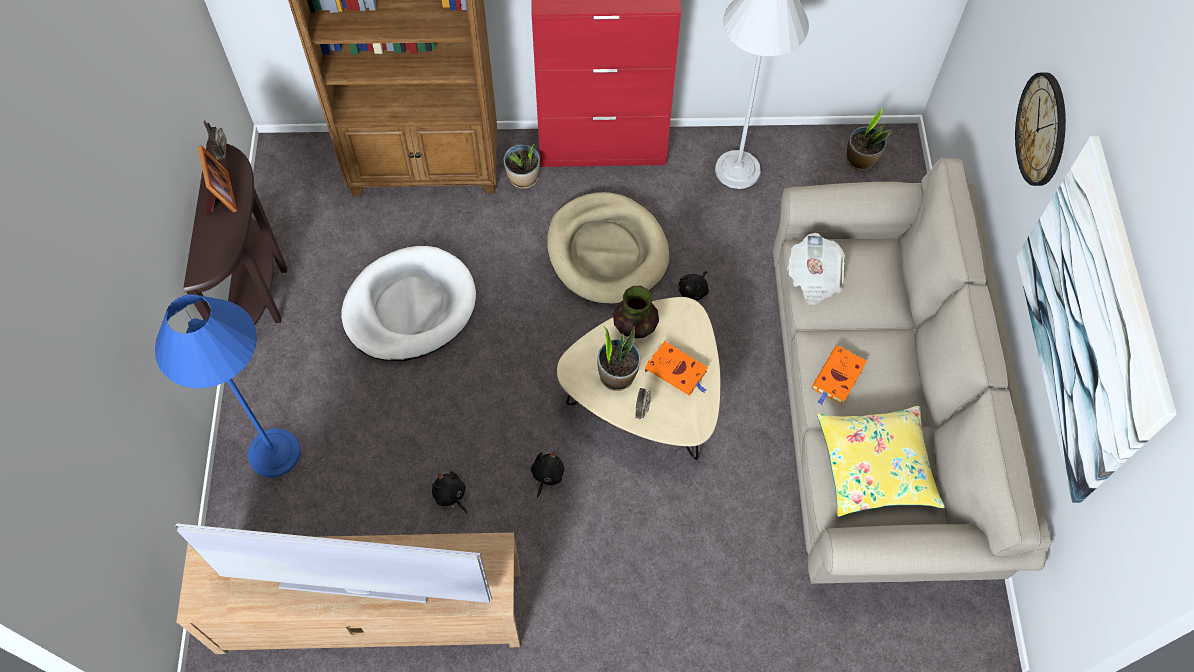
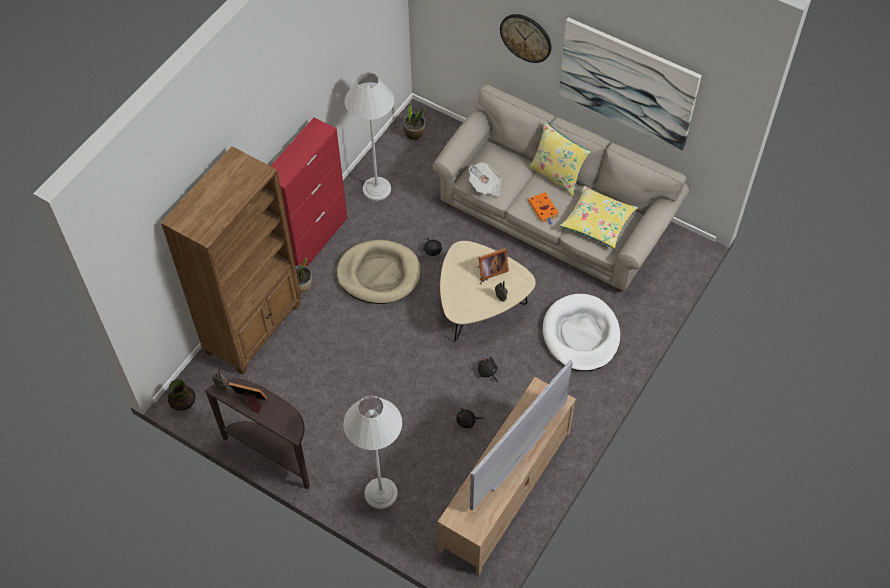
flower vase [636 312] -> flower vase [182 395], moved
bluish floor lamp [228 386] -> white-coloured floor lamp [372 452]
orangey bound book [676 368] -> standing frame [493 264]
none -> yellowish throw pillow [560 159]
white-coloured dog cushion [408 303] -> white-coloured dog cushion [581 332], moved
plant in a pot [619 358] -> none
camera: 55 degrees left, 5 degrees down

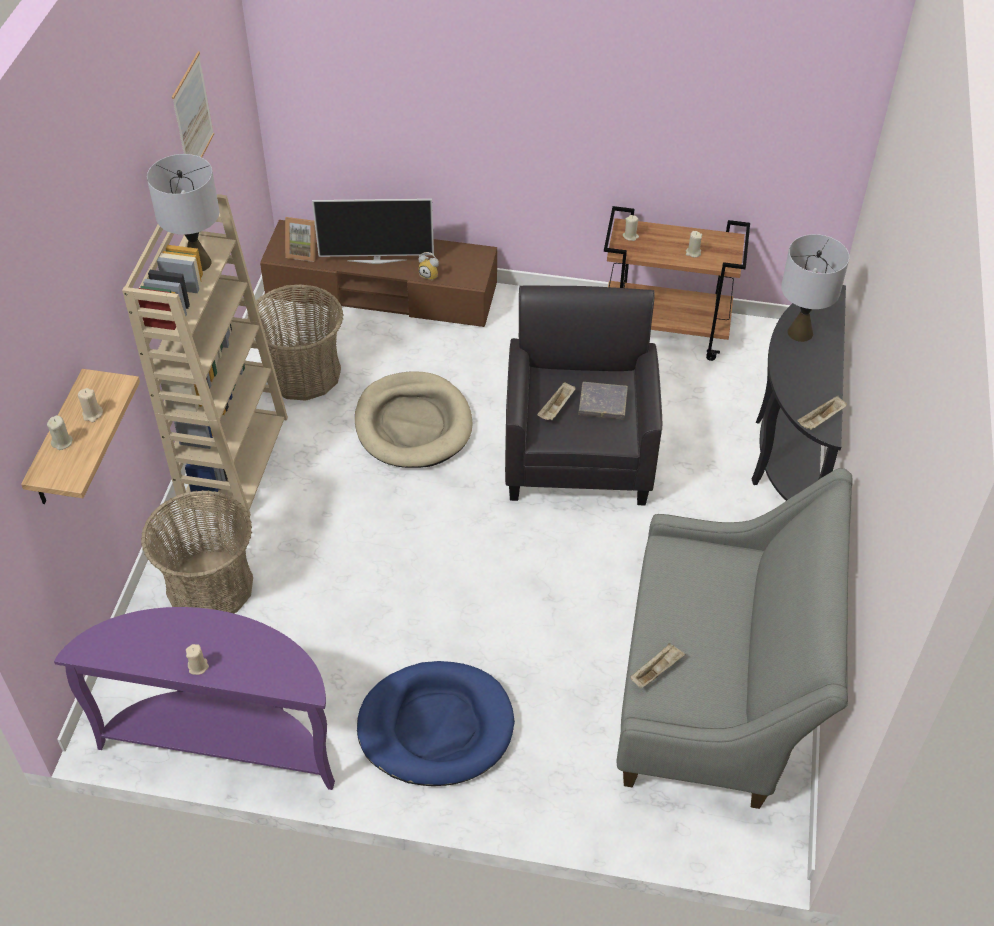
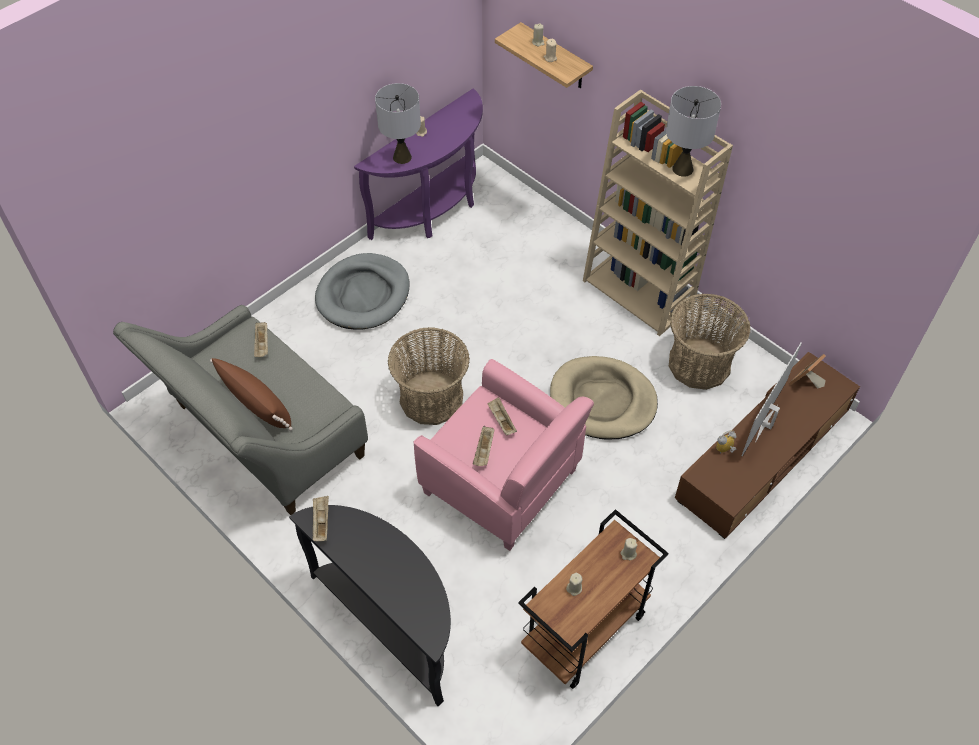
none -> brown throw pillow [251 394]
bluish dog cushion [436 723] -> grey dog cushion [362 291]
grey lamp for a table [815 288] -> grey lamp for a table [398 123], moved
storage basket [197 551] -> storage basket [429 376], moved
black armchair [583 396] -> pink armchair [504 455]
grey bound book [603 401] -> beige-coloured serving tray [484 446]
wall picture [193 104] -> none
camera: 125 degrees right, 5 degrees up

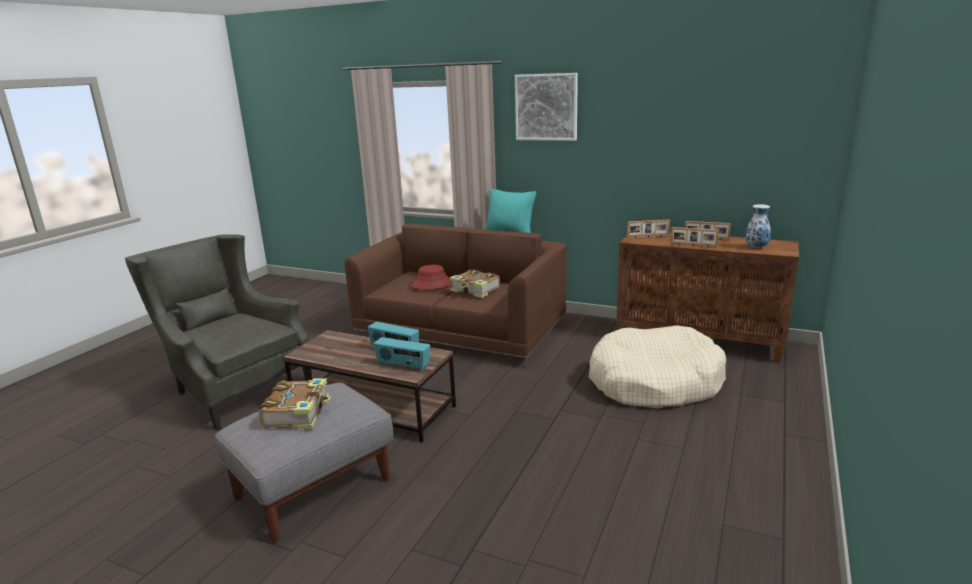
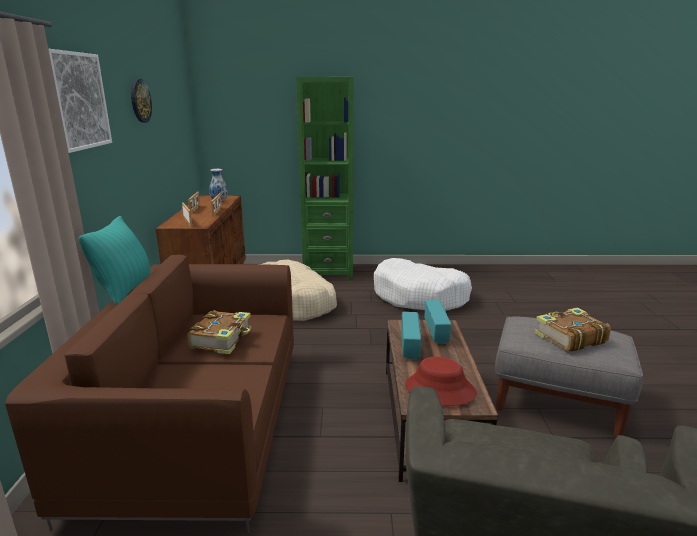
none -> clock on the wall [141 101]
none -> green-coloured bookcase [325 178]
none -> white-coloured dog cushion [423 284]
reddish clothing hat [431 277] -> reddish clothing hat [441 381], moved
camera: 115 degrees left, 0 degrees up

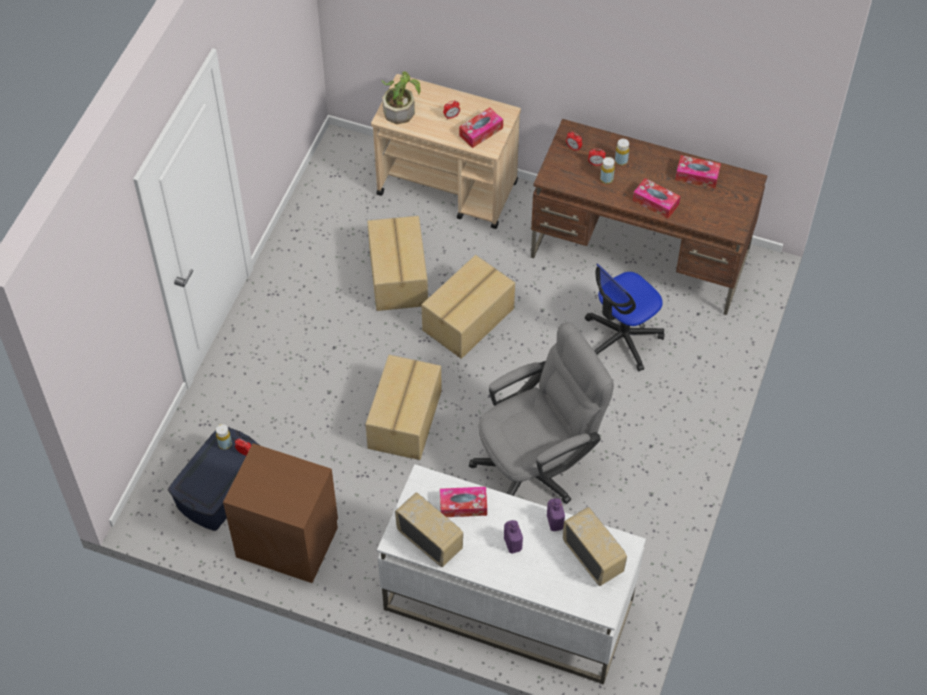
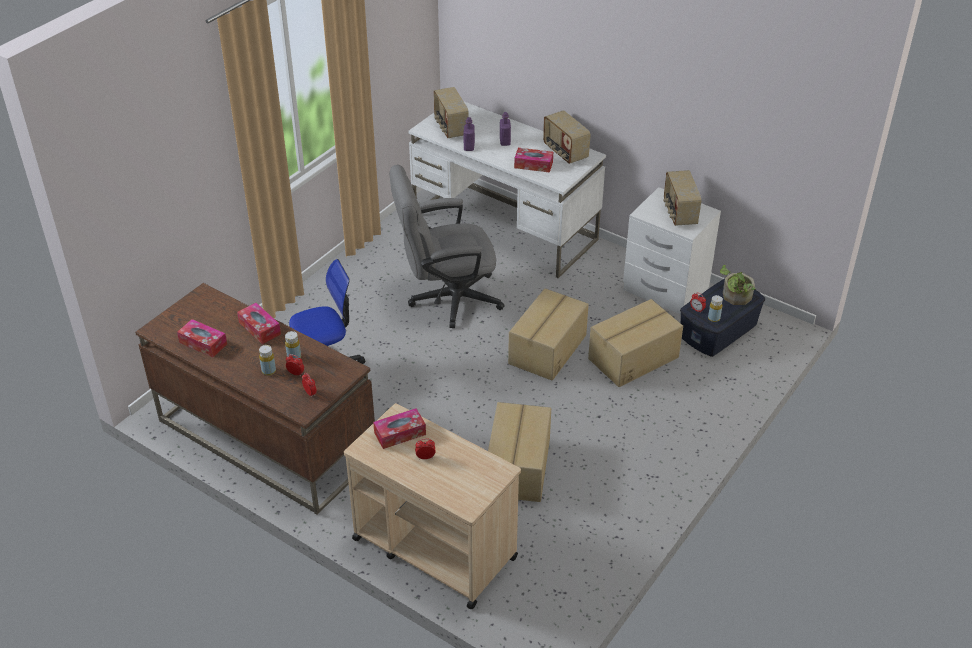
carton [468 307] -> carton [635 343], moved
brown night table [280 513] -> white-coloured night table [672 251]
none -> radio receiver [682 198]
plant in a pot [400 97] -> plant in a pot [737 285], moved
camera: 165 degrees left, 15 degrees down

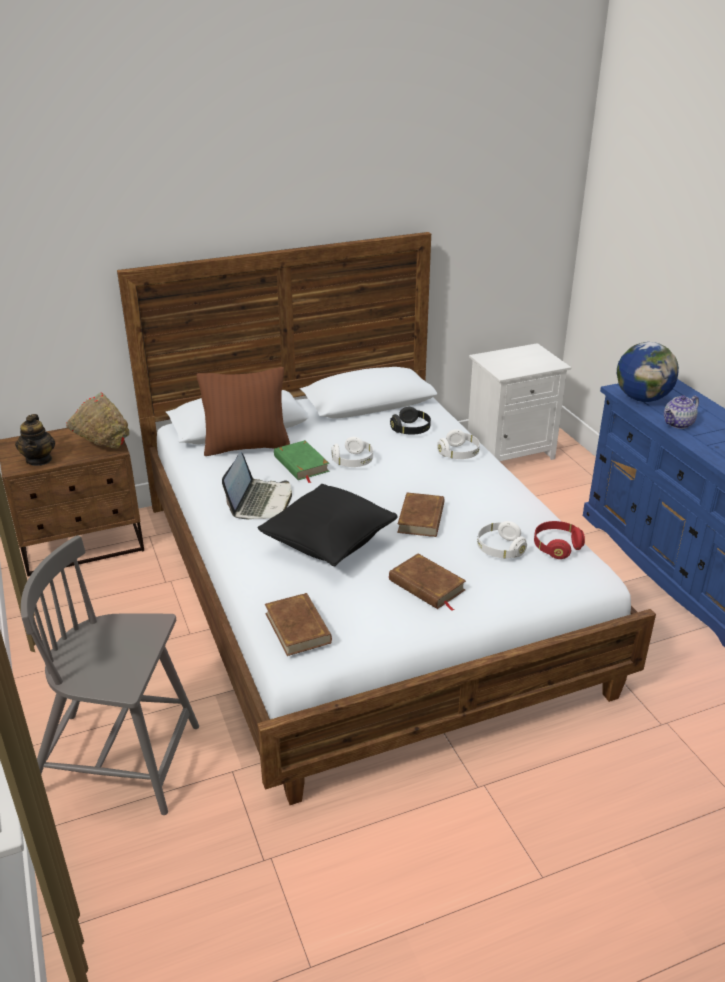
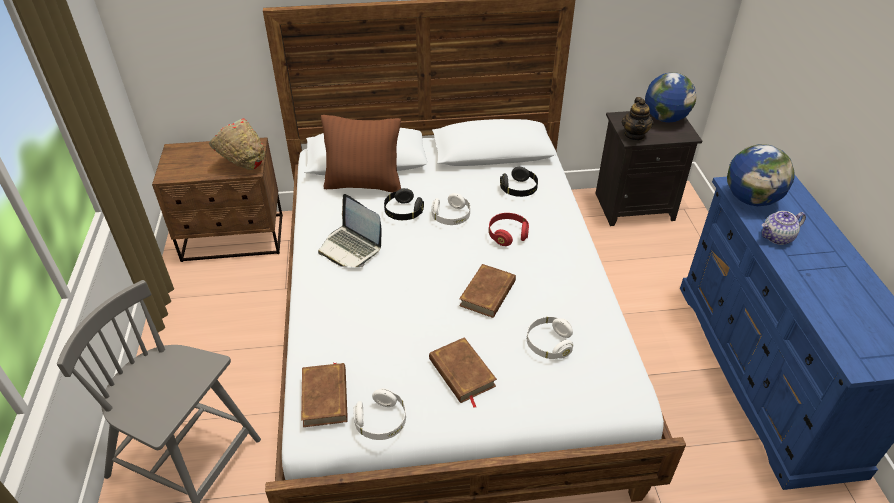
notebook computer [257 485] -> notebook computer [350 230], 105 degrees clockwise
white-coloured pair of headphones [458 444] -> white-coloured pair of headphones [380 414], moved
green-coloured bound book [301 461] -> black pair of headphones [404 204]
reddish pair of headphones [559 540] -> reddish pair of headphones [509 229], moved
white-coloured night table [519 402] -> black night table [648 168]
teapot [35 440] -> teapot [638 119], moved
none -> globe [670 97]
black throw pillow [328 525] -> none
camera: 15 degrees right, 10 degrees up

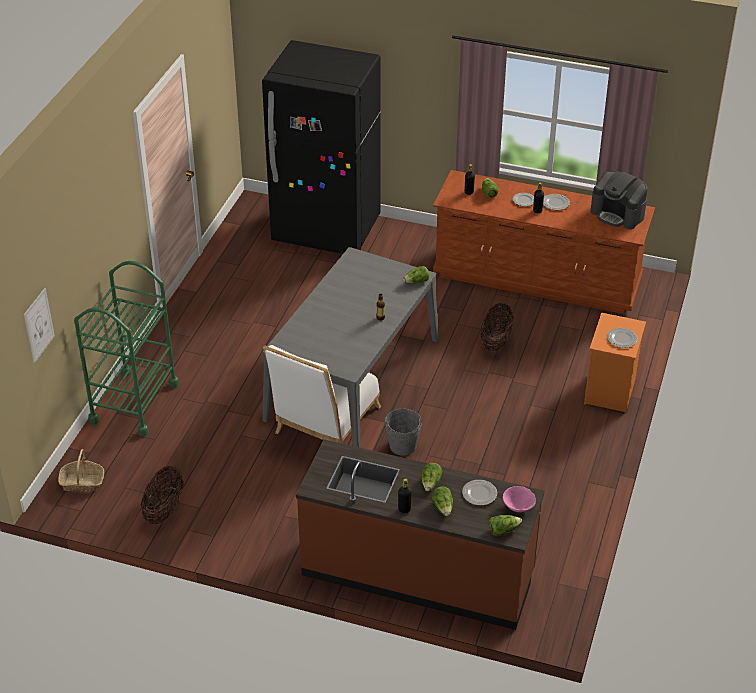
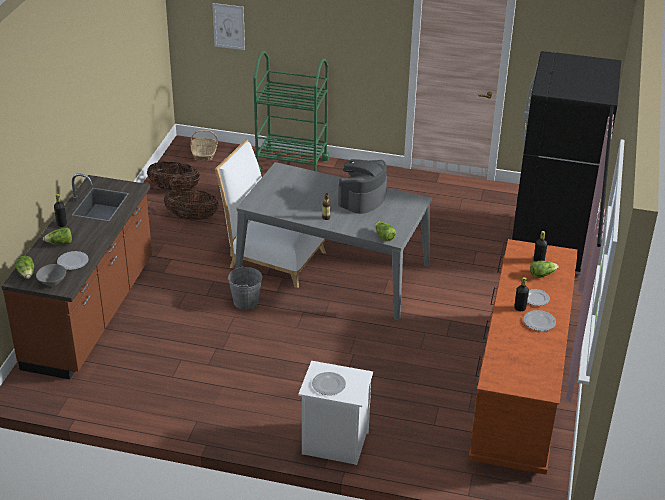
pink deep dish [519 499] -> grey deep dish [51 275]
storage basket [497 327] -> storage basket [190 204], moved
orangey night table [615 362] -> white-coloured night table [335 413]
coffee maker [619 200] -> coffee maker [362 186], moved
head of lettuce [431 477] -> none
camera: 85 degrees right, 5 degrees down

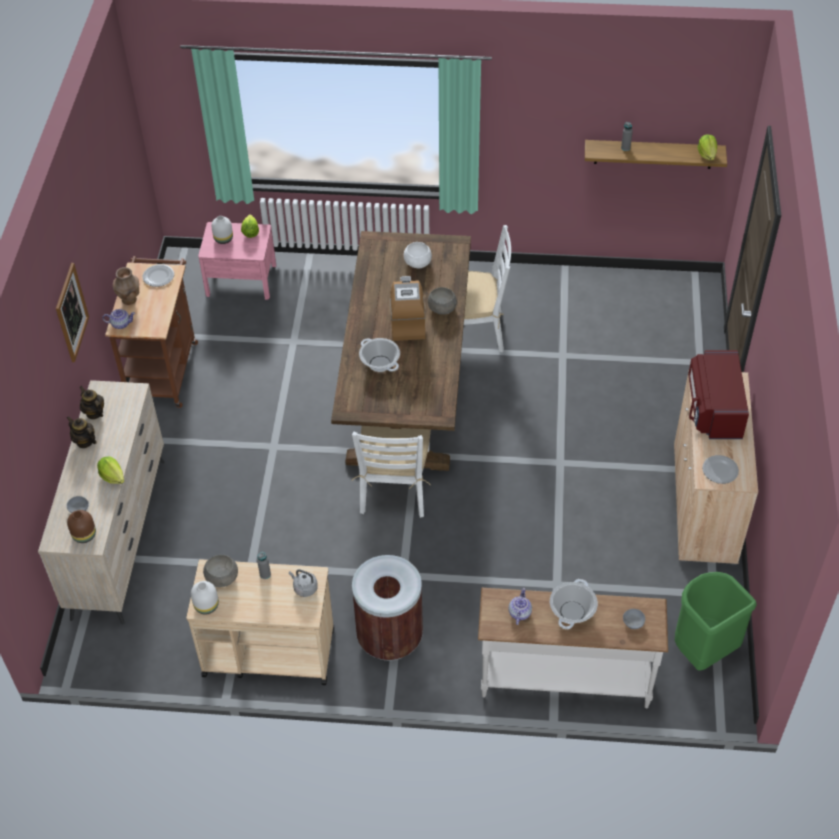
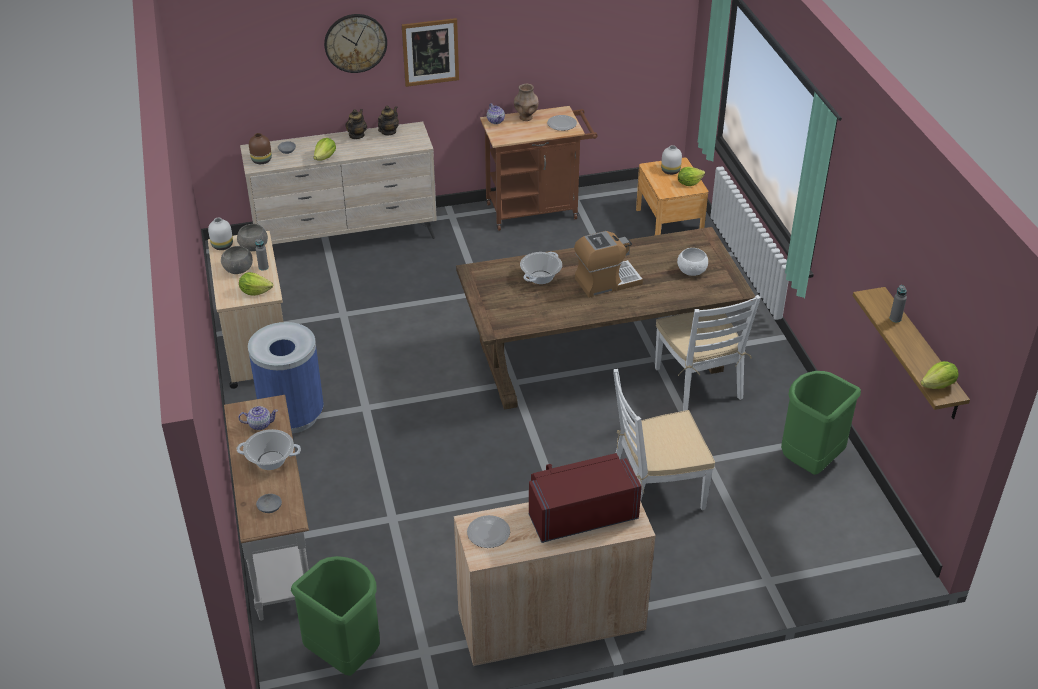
grey deep dish [442 301] -> grey deep dish [237 260], moved
grey water kettle [303 583] -> head of lettuce [256 284]
brown waste bin [387 608] -> bluish waste bin [286 377]
none -> clock on the wall [355 43]
white-coloured plain chair [391 472] -> white-coloured plain chair [664 439], moved
pink night table [237 261] -> brown night table [672 196]
none -> green-coloured waste bin [821 423]
camera: 70 degrees right, 10 degrees down

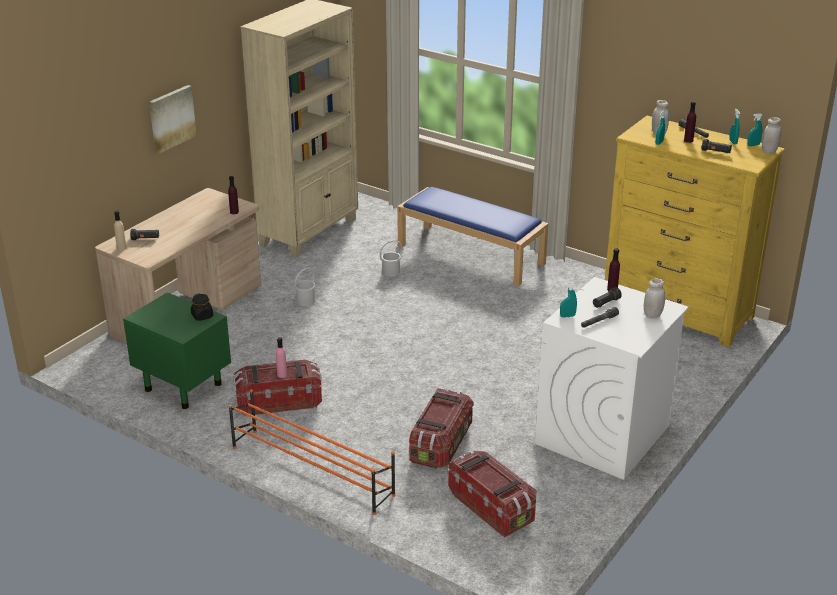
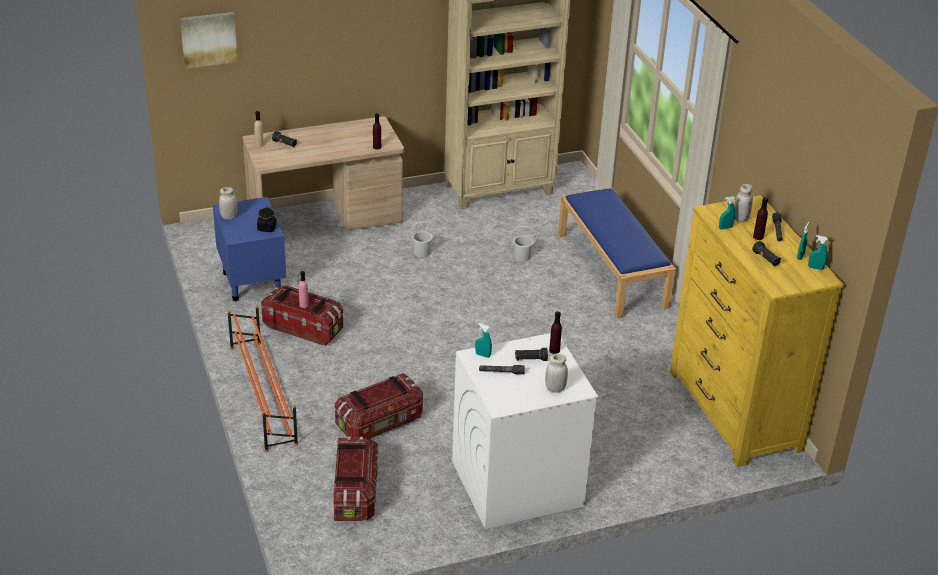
wall picture [173 119] -> wall picture [209 40], moved
green-coloured night table [177 350] -> bluish night table [249 249]
white-coloured jar [771 135] -> white-coloured jar [228 203], moved
camera: 35 degrees right, 5 degrees up

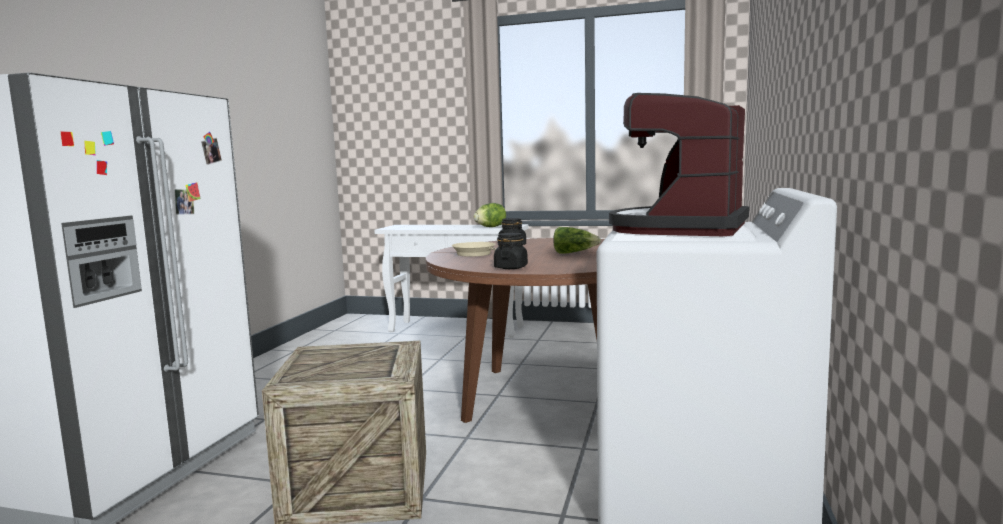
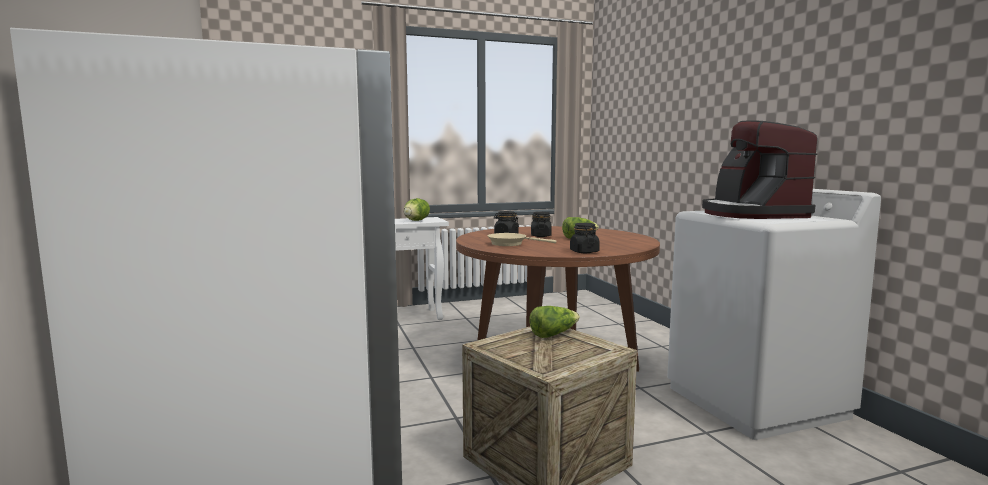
none -> head of lettuce [554 322]
none -> black jar [541 224]
camera: 35 degrees left, 0 degrees up

